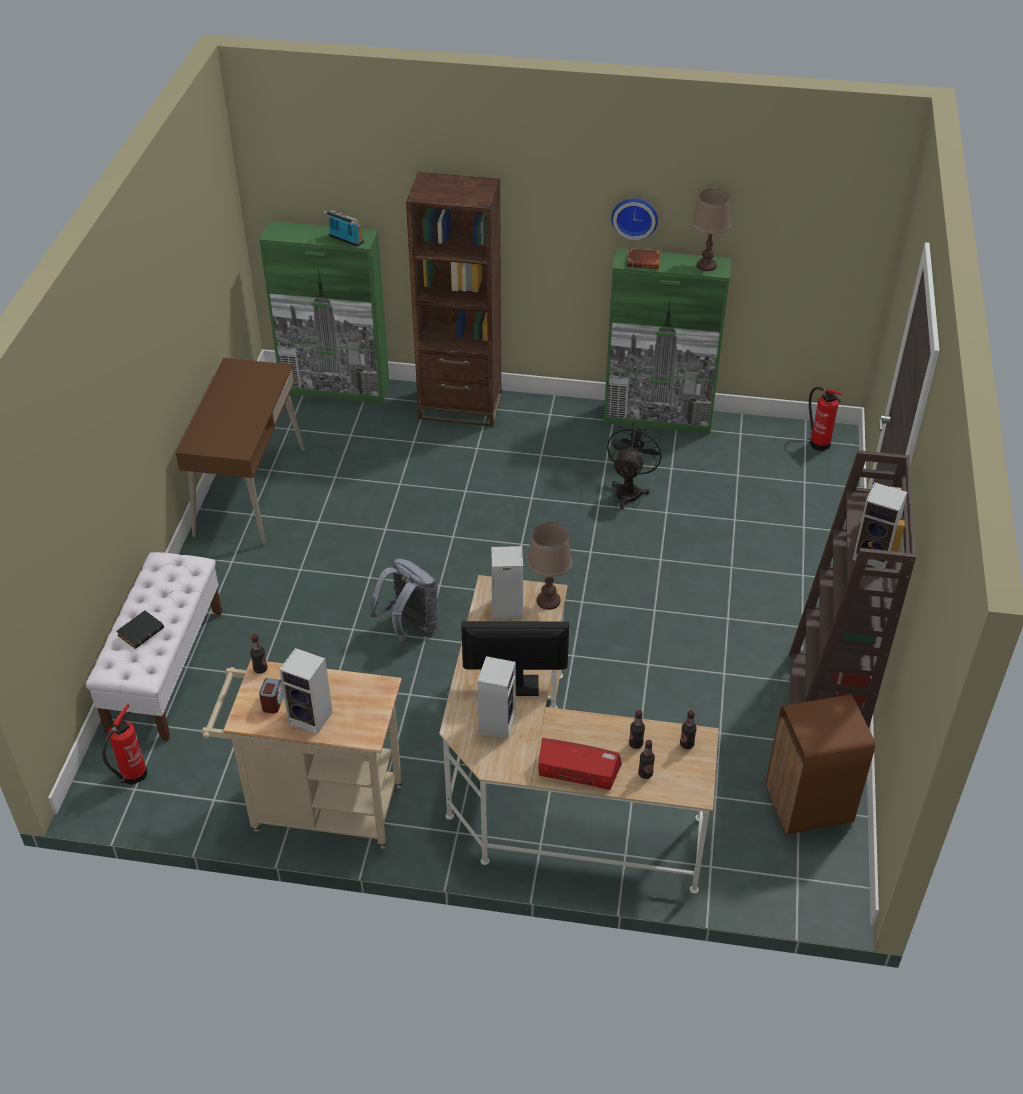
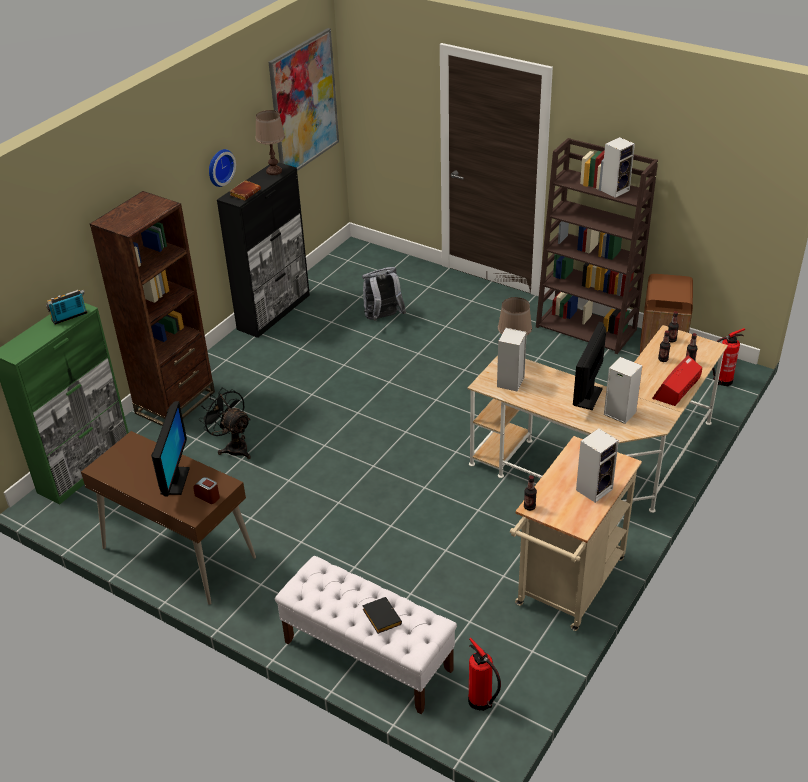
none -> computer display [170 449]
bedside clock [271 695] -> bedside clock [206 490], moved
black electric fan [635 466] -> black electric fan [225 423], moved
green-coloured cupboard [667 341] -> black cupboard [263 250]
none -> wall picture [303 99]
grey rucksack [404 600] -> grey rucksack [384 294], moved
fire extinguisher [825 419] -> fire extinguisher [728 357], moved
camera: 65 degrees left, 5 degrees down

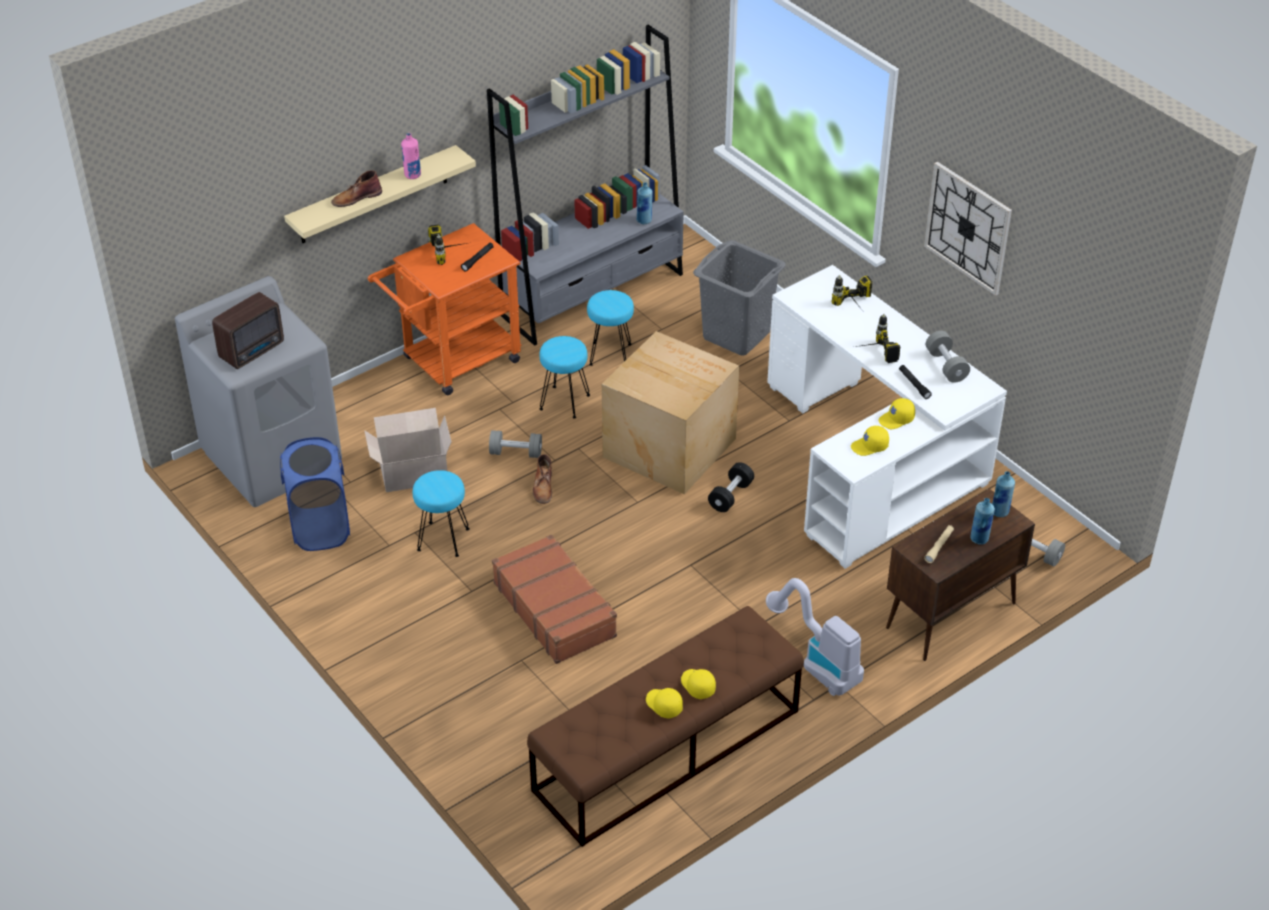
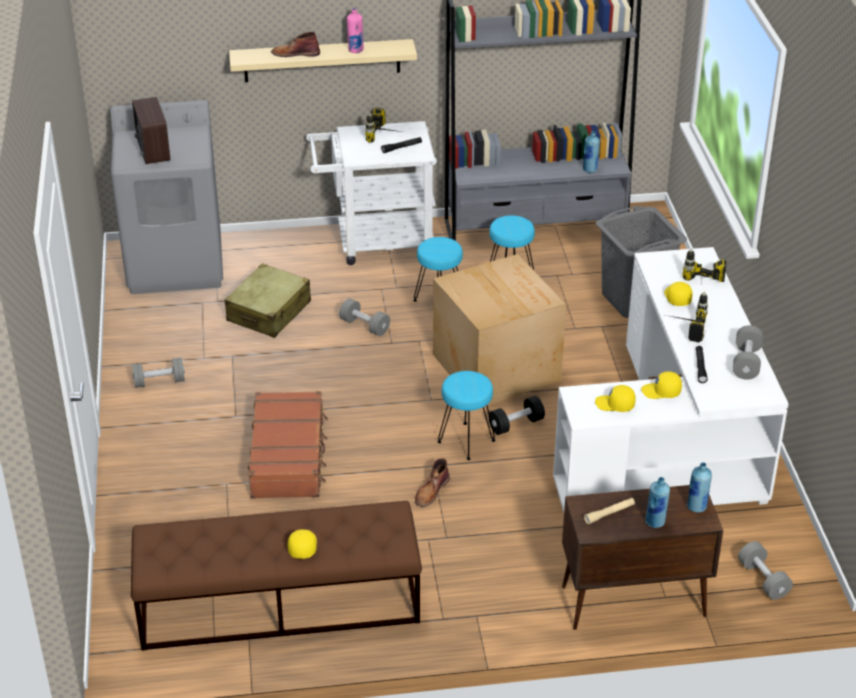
radio receiver [248 330] -> radio receiver [151 130], 90 degrees clockwise
none -> grey free weight [158 373]
carton [408 450] -> beige-coloured travel case [268 300]
orangey cart [444 309] -> white-coloured cart [371 193]
brown high-top boot [542 479] -> brown high-top boot [432 482], moved
turquoise-coloured sitting stool [441 513] -> turquoise-coloured sitting stool [466 415], moved
yellowish baseball cap [664 703] -> yellowish baseball cap [678 294], moved
bluish washing basket [315 494] -> none
vacuum cleaner [815 637] -> none
clock on the wall [968 229] -> none
camera: 30 degrees right, 5 degrees down

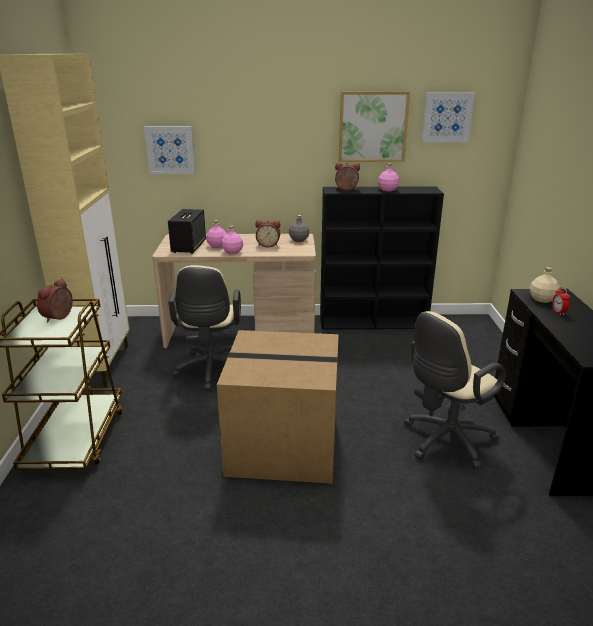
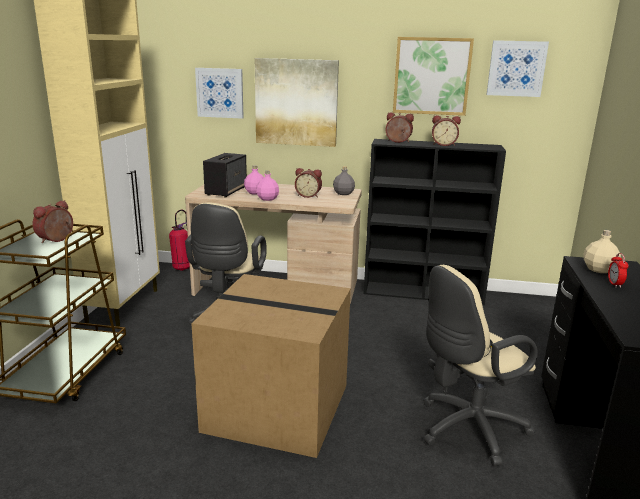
none -> fire extinguisher [179 240]
none -> wall picture [297 102]
pink bottle [388 177] -> bedside clock [446 130]
camera: 10 degrees right, 5 degrees down

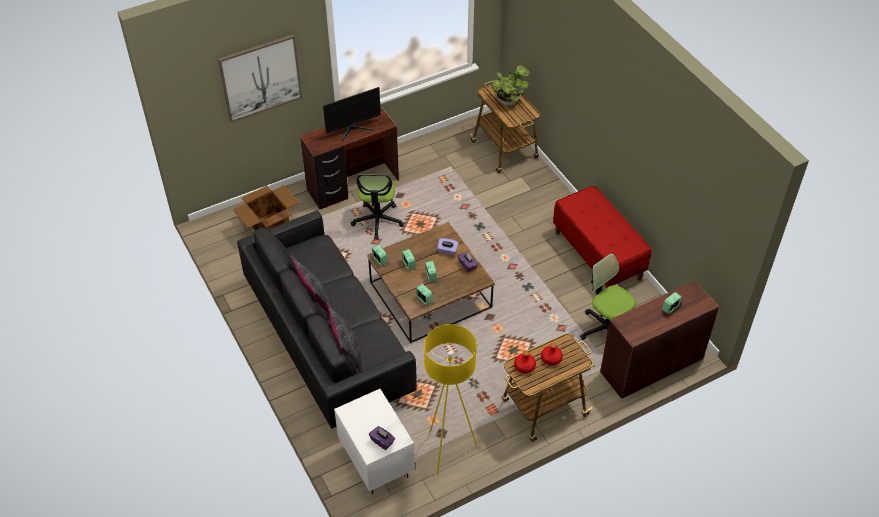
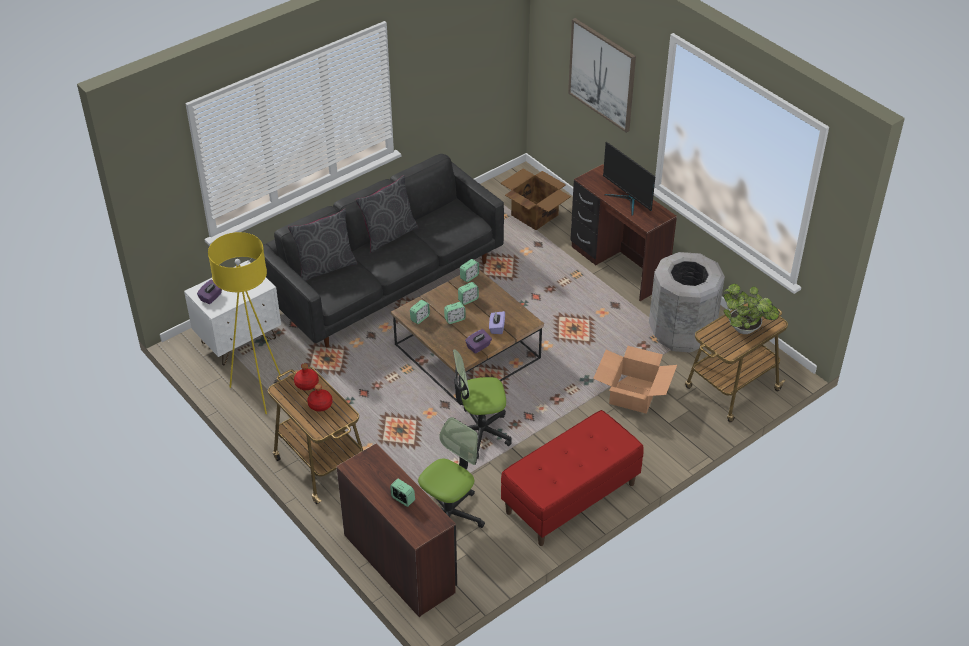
office chair [377 206] -> office chair [482 404], moved
none -> carton [635 380]
none -> grey waste bin [687 302]
camera: 80 degrees right, 5 degrees down

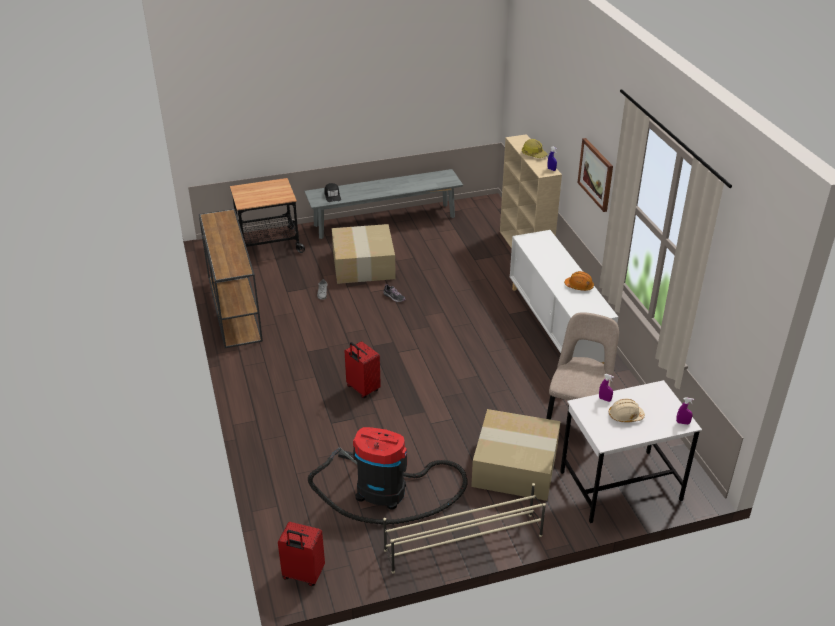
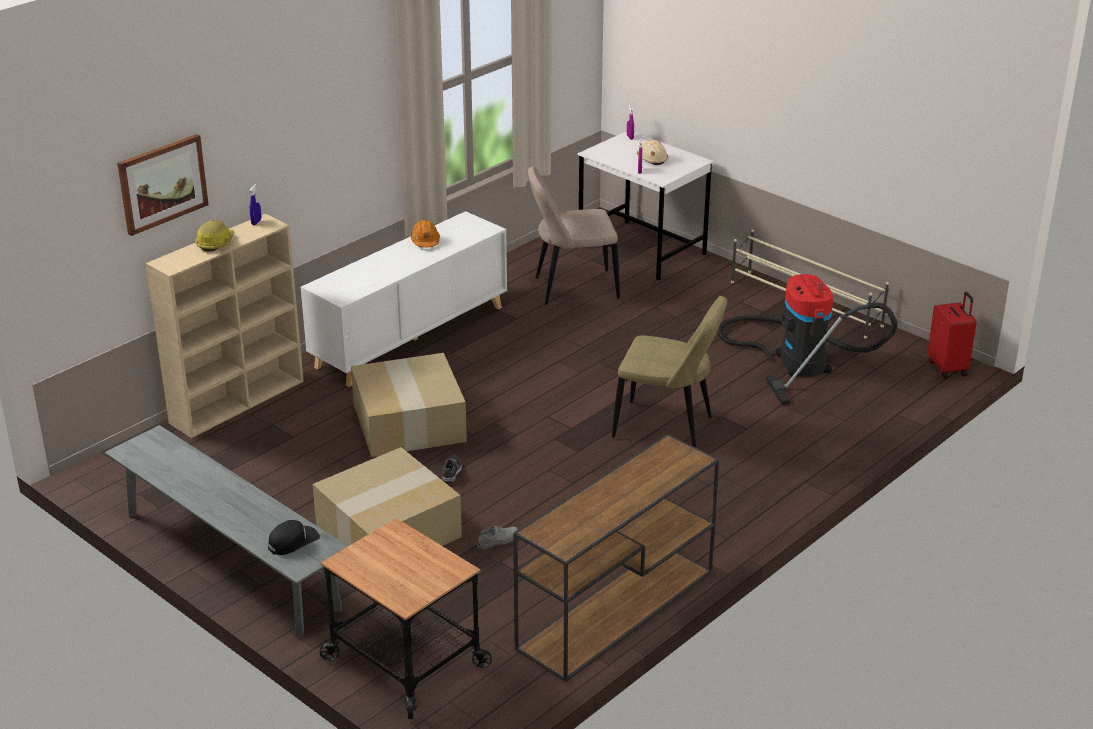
wall picture [595 175] -> wall picture [163 185], moved
carton [516 455] -> carton [409 405], moved
reddish travel case [362 369] -> beige-coloured plain chair [669 372]
camera: 120 degrees left, 5 degrees down

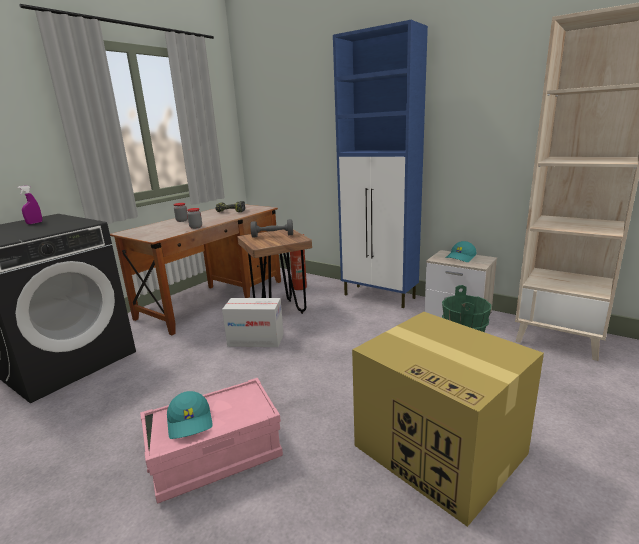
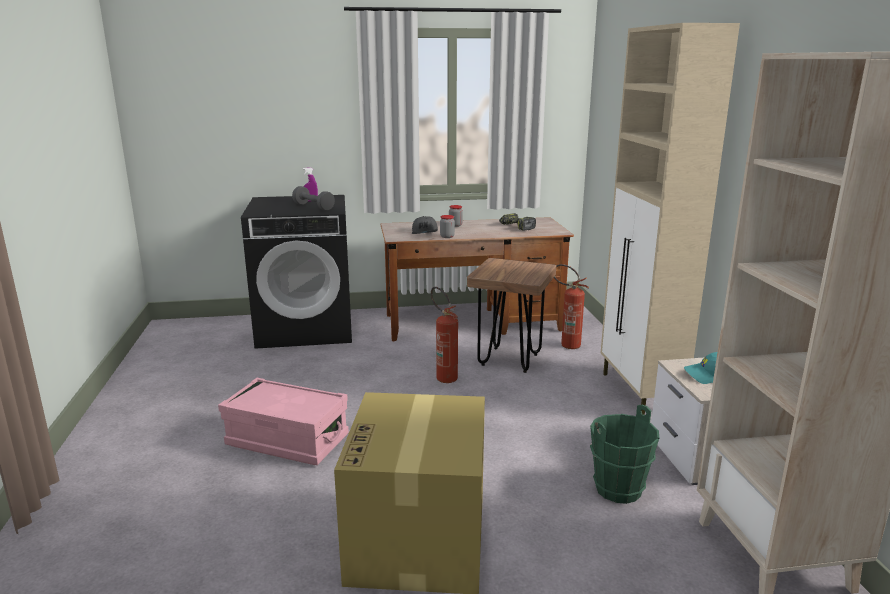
grey free weight [271 228] -> grey free weight [313 198], moved
none -> grey baseball cap [425 225]
carton [253 322] -> fire extinguisher [444 335]
bluish cupboard [380 164] -> beige-coloured cupboard [670 219]
turquoise-coloured baseball cap [190 415] -> none
camera: 45 degrees right, 0 degrees up

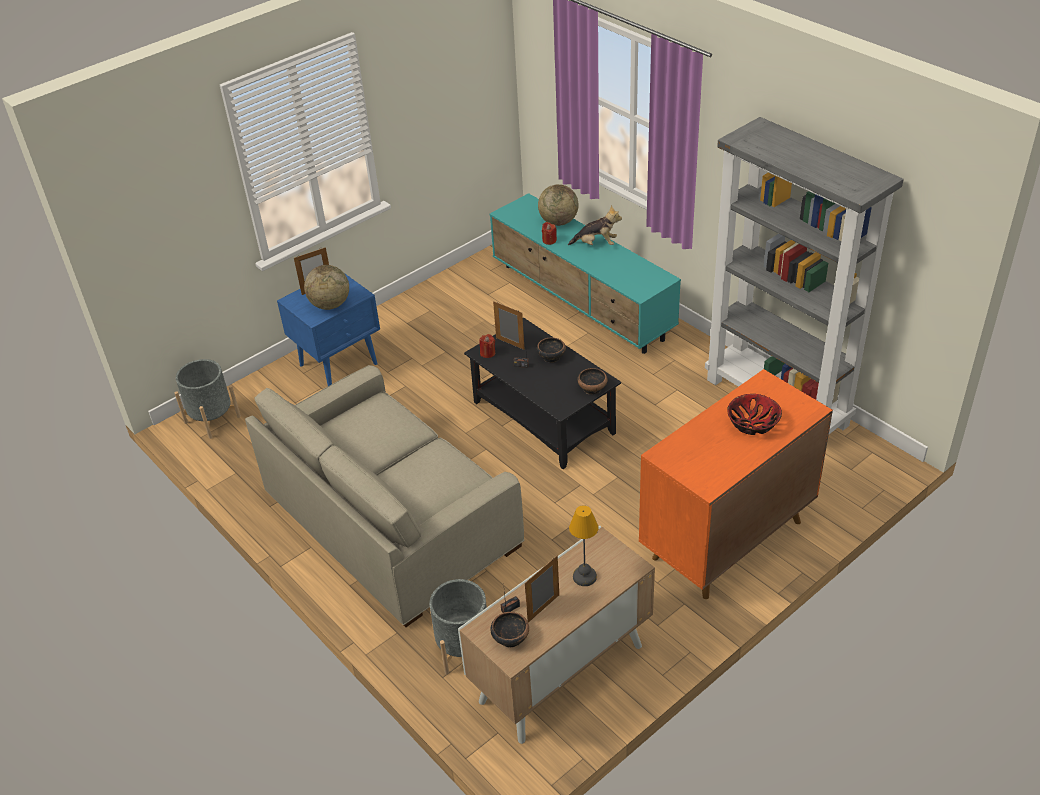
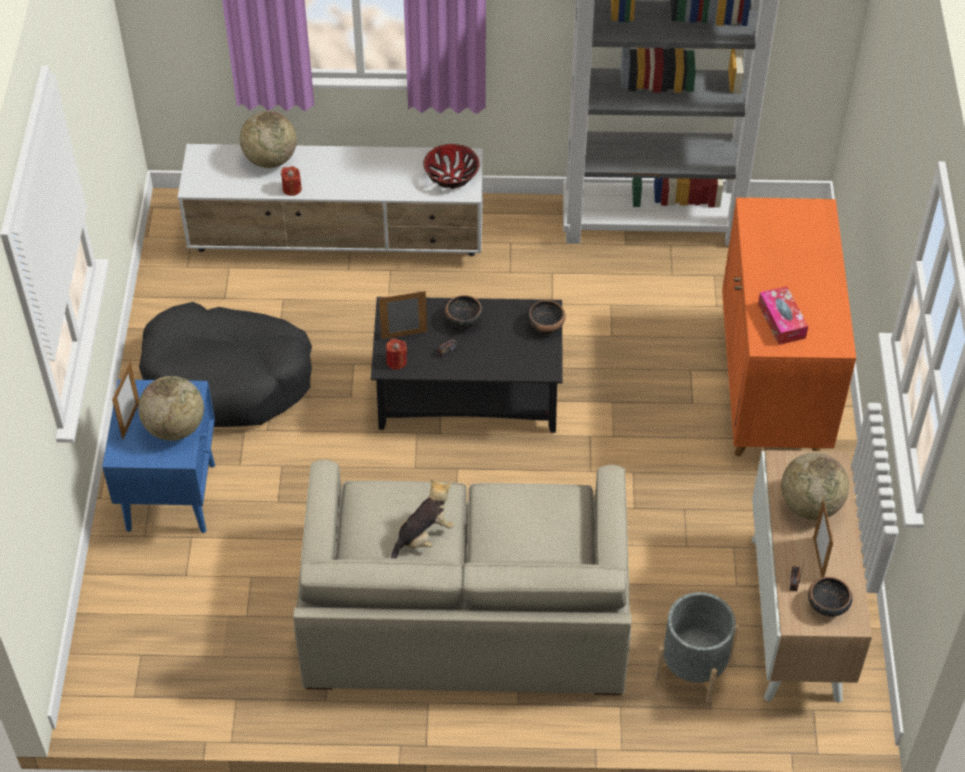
none -> black dog cushion [225 364]
turquoise-coloured media console [585 273] -> white-coloured media console [330 200]
cuddly toy [595 225] -> cuddly toy [422 519], moved
deep dish [754 414] -> deep dish [451 166], moved
none -> tissue holder [783 315]
lamp for a table [584 545] -> globe [815 486]
grey plant pot [208 399] -> none
camera: 50 degrees left, 10 degrees up

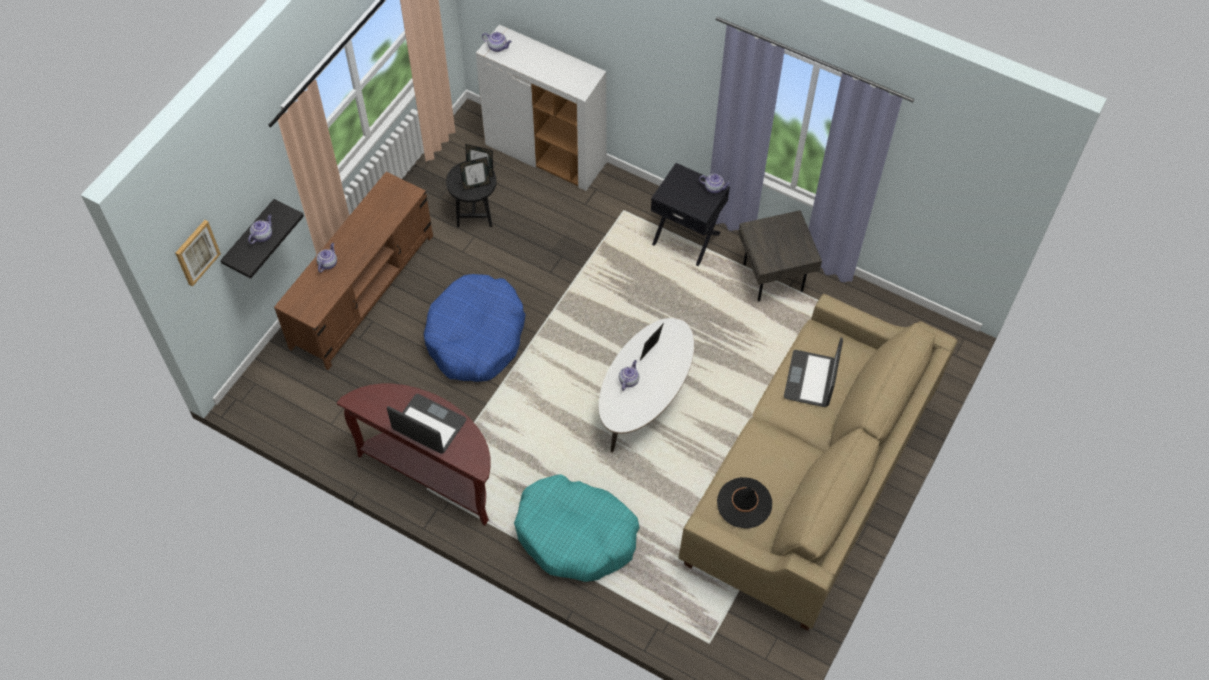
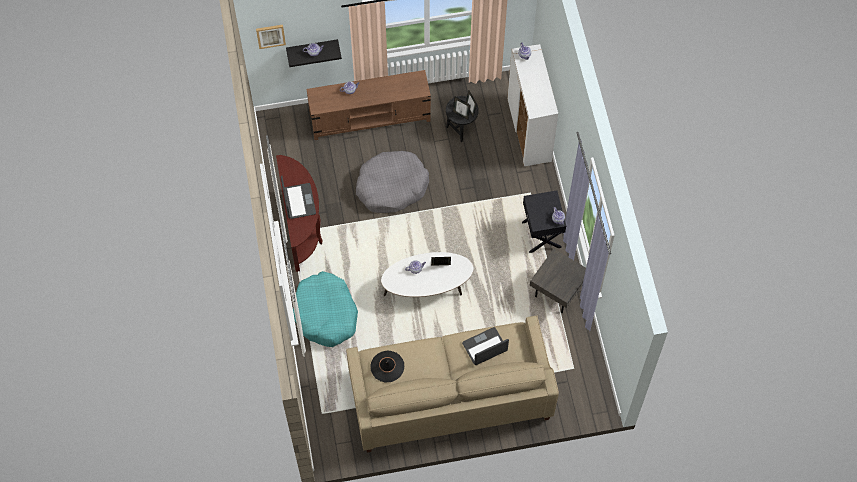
bluish dog cushion [474 328] -> grey dog cushion [392 182]
camera: 50 degrees right, 5 degrees up

